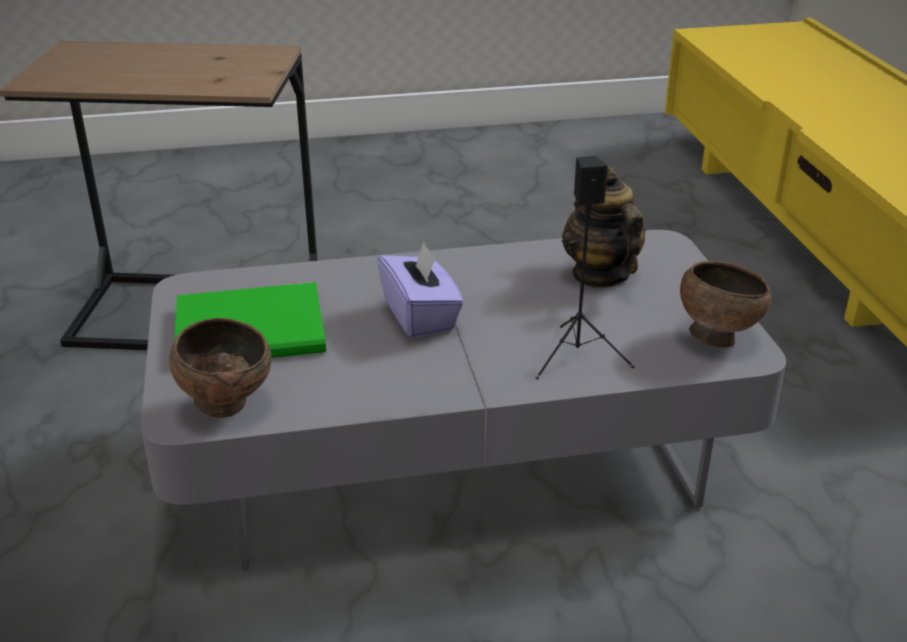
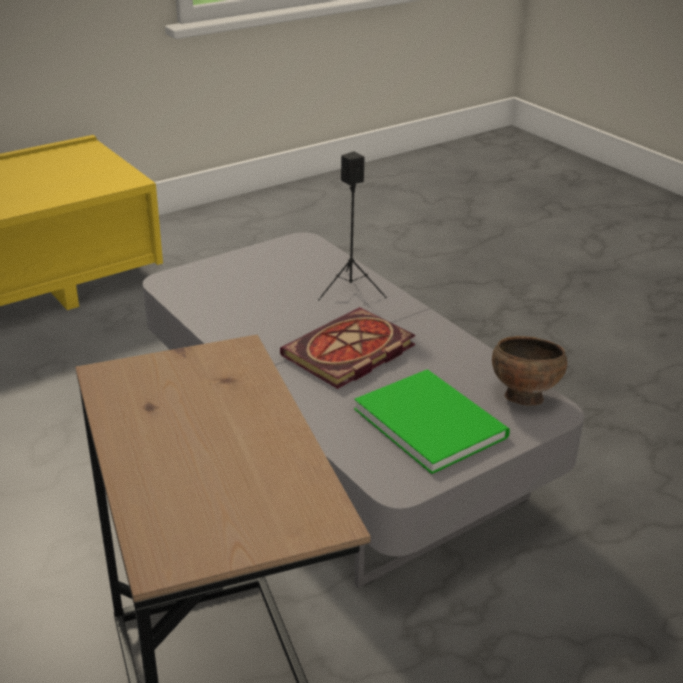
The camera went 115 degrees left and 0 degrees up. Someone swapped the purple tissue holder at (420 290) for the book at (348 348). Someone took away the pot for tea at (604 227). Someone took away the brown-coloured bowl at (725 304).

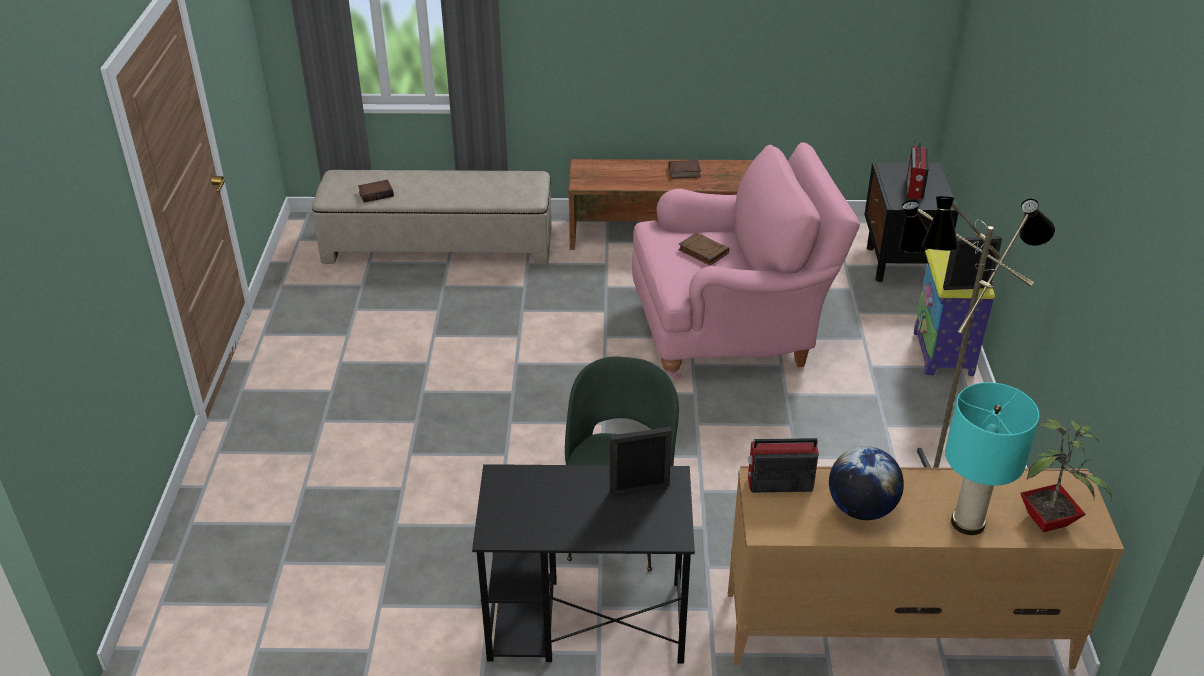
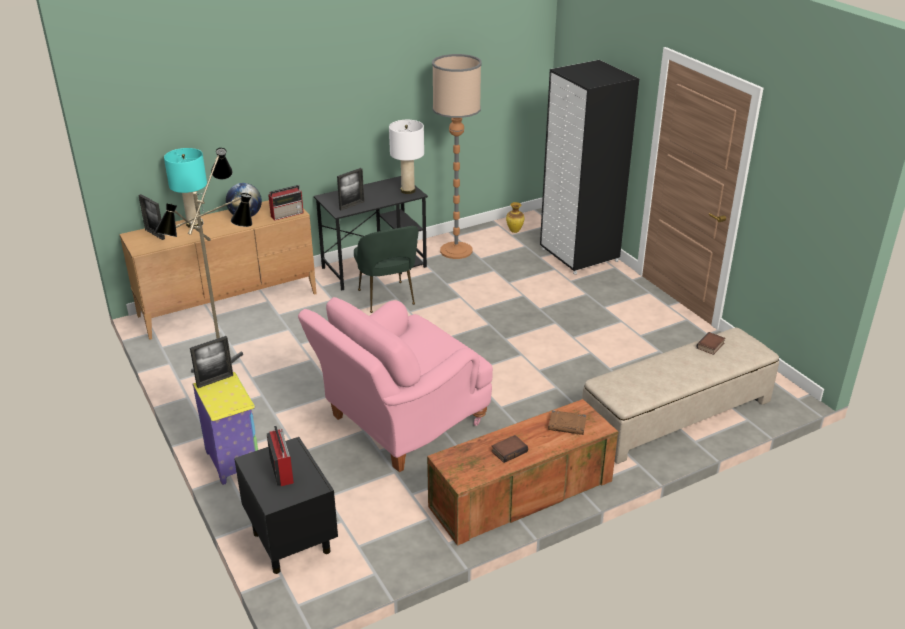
The camera went 150 degrees right and 5 degrees down. Someone carried the brown-coloured book from (703 249) to (567 422). Someone swapped the houseplant at (1066 475) for the picture frame at (151 217). Someone put down the whitish lamp for a table at (406 157). Someone put down the floor lamp at (457 156). Someone put down the flower vase at (515 217). Someone put down the armoire at (589 167).

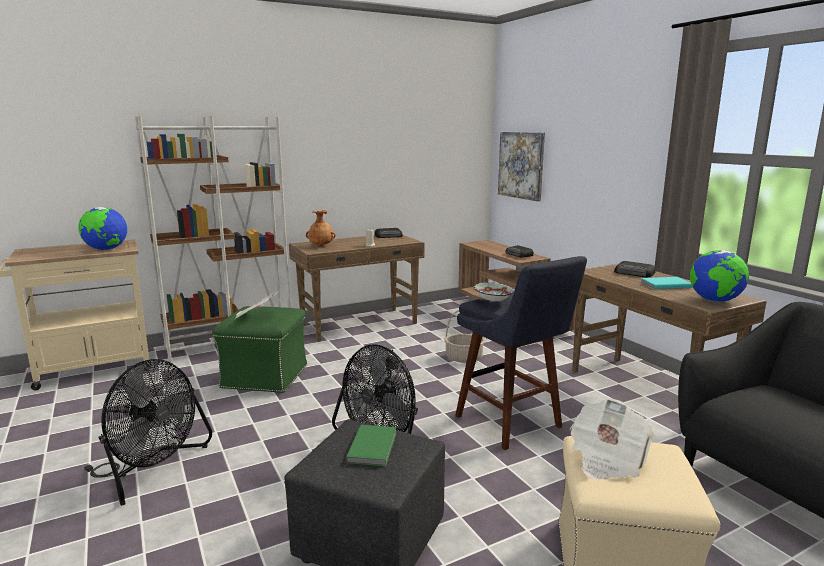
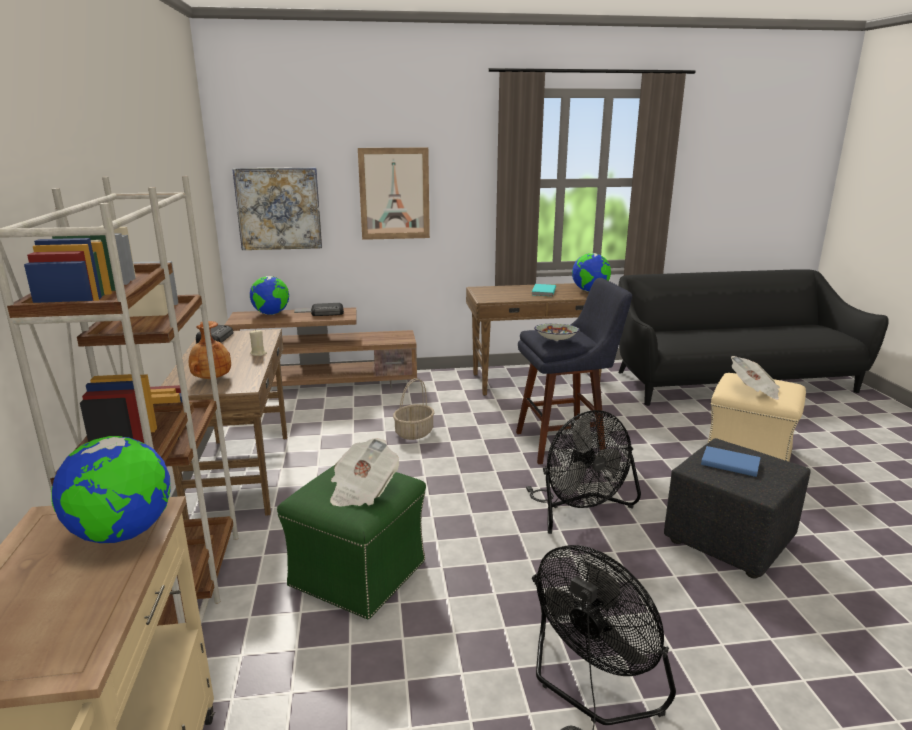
The camera went 70 degrees left and 5 degrees up. Someone repainted the greenish book at (371 446), which became the blue book at (731 461). Someone took away the radio set at (635 269). Someone put down the desk globe at (269 295). Someone put up the wall picture at (394 194).

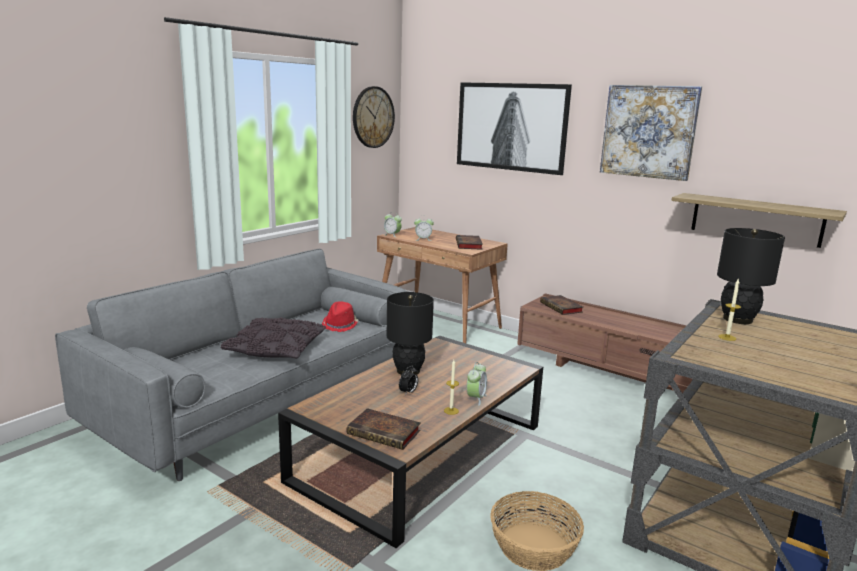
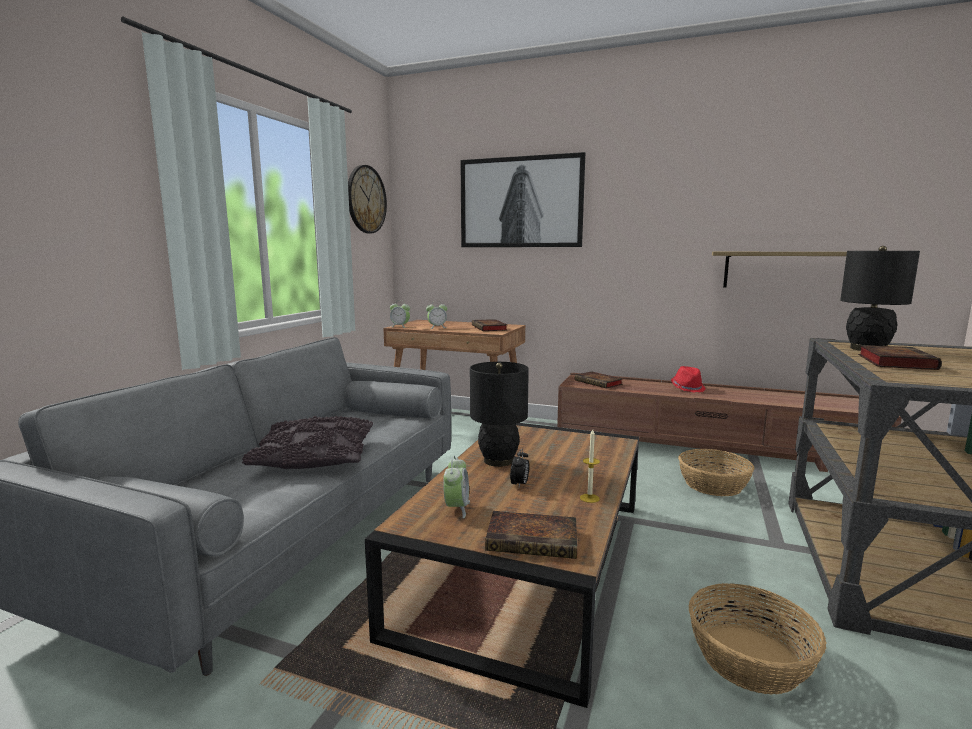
The camera went 15 degrees left and 5 degrees down. Someone carried the red hat from (340 316) to (688 379). Someone carried the bedside clock from (477 384) to (456 487). Someone took away the wall picture at (651 133). Someone swapped the candle at (729 309) for the book at (900 357). Someone put down the storage basket at (716 472).

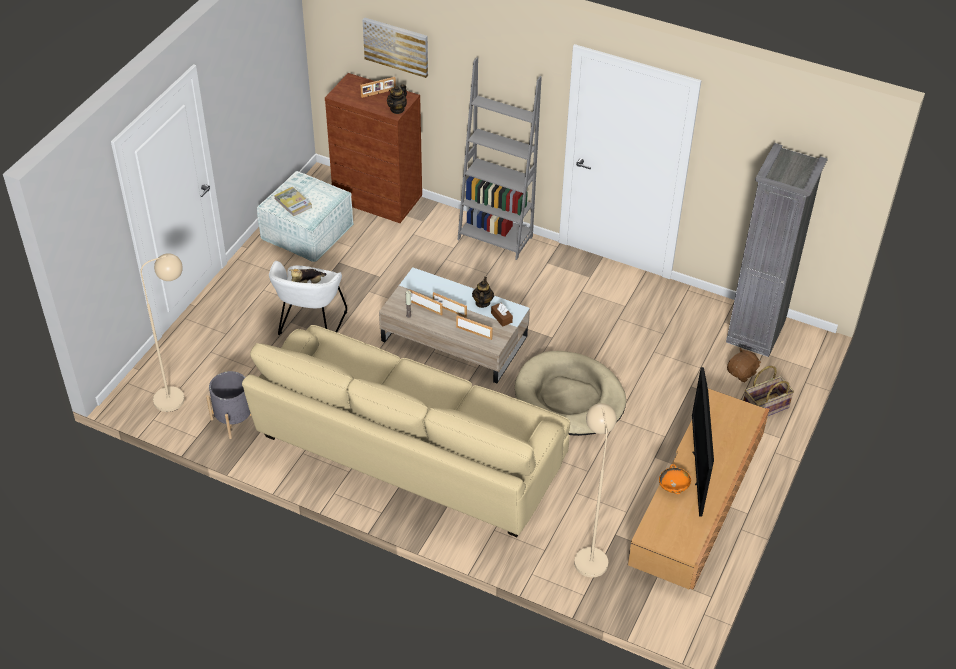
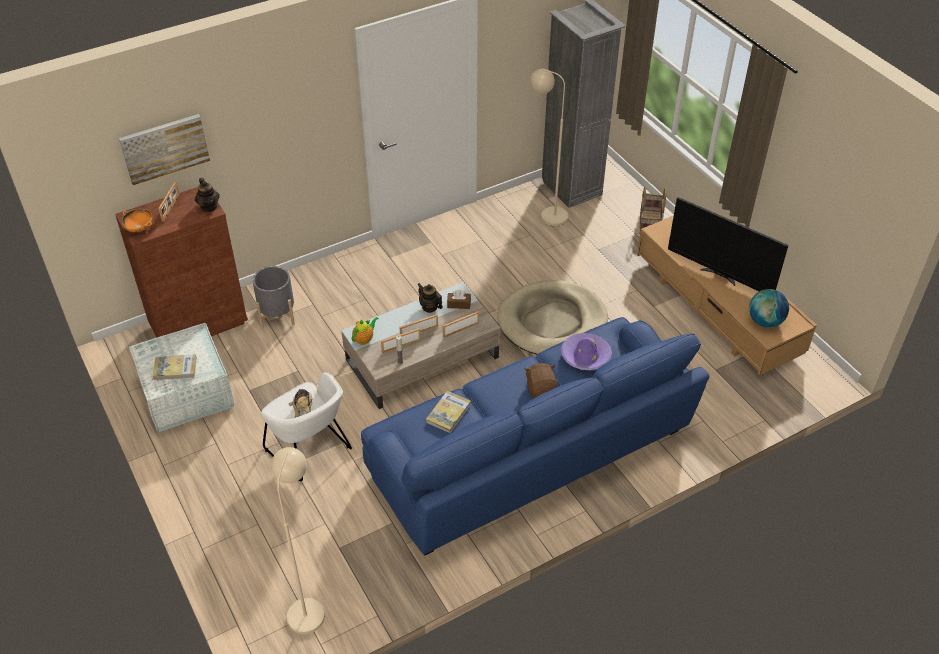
The camera went 55 degrees left and 0 degrees up. Someone carried the grey plant pot from (228 405) to (273 297). Someone repainted the beige-coloured sofa at (406 431), which became the blue sofa at (535 436). Someone took away the grey bookcase at (499 158). Someone carried the beige-coloured floor lamp from (595 490) to (549 147). Someone carried the orange bowl from (675 479) to (137 220). Someone carried the brown-coloured cuddly toy from (744 365) to (541 380). Someone put down the pot for tea at (365 331). Someone put down the book at (448 412). Someone put down the purple hat at (586 351). Someone put down the desk globe at (769 308).

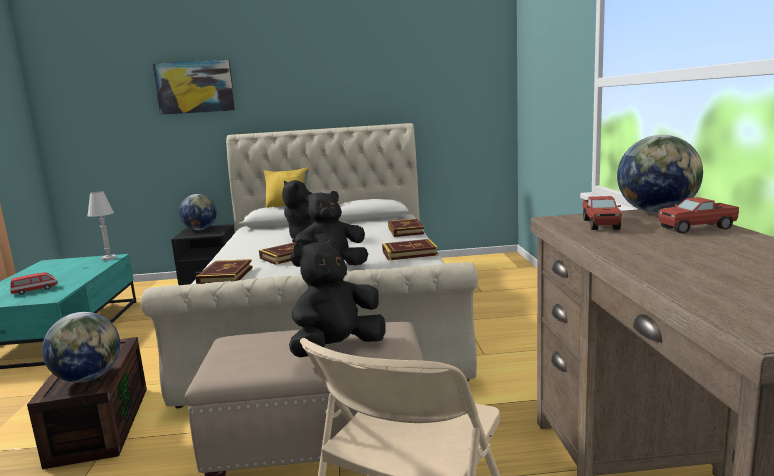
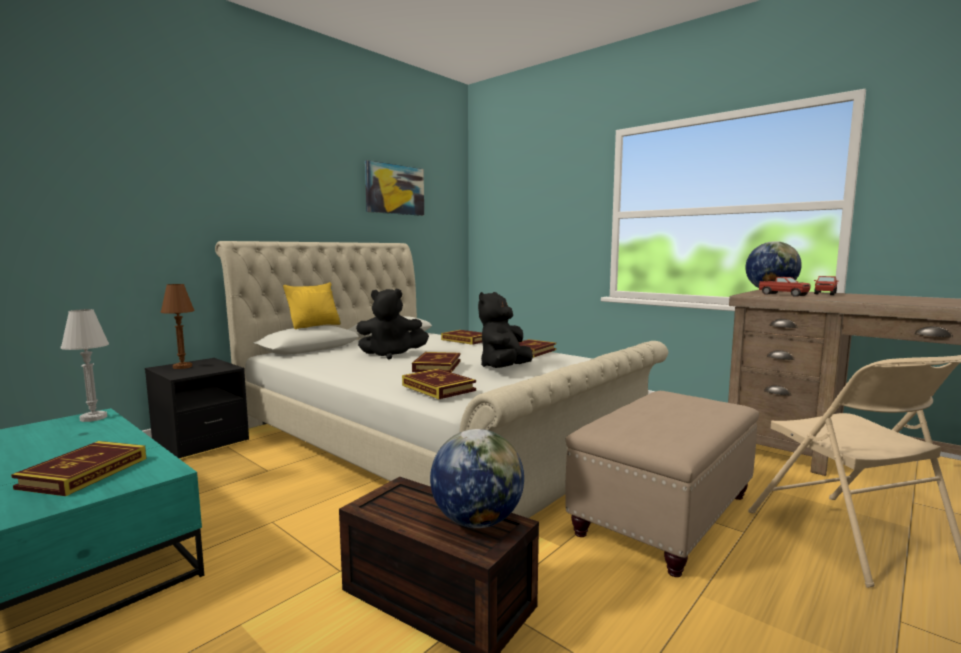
The camera went 45 degrees left and 5 degrees down. Someone swapped the toy car at (34 283) for the book at (78 468). Someone carried the wall picture from (194 87) to (394 188). Someone swapped the desk globe at (198 212) for the brown-coloured lamp for a table at (177 326). Someone took away the black-coloured cuddly toy at (337 298).

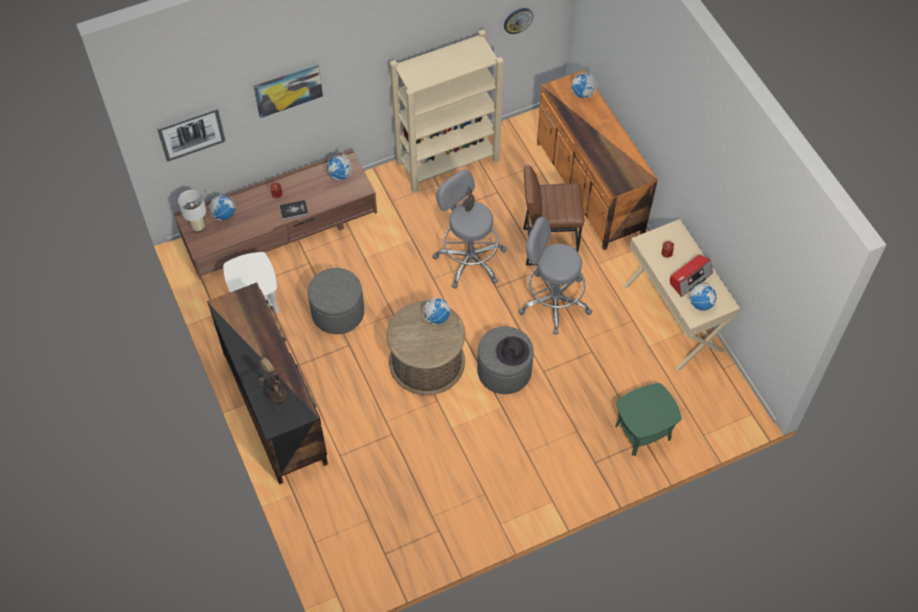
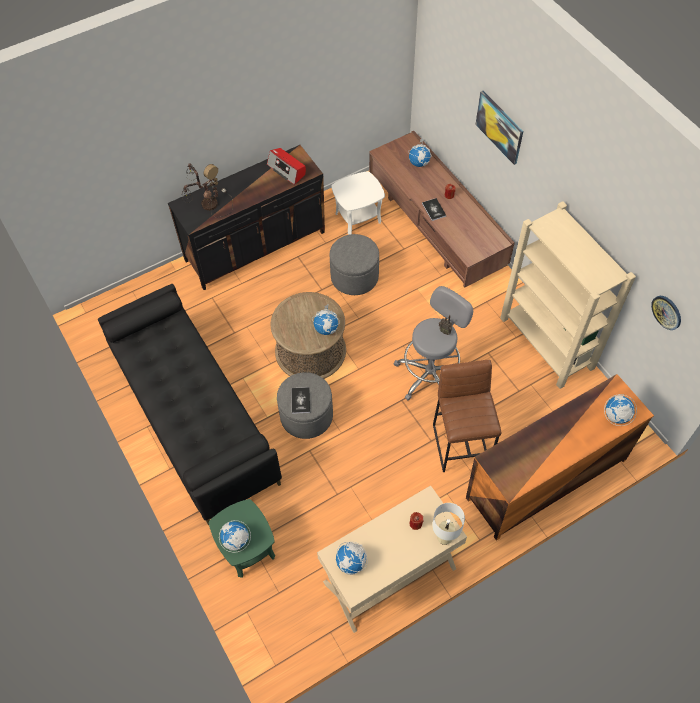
The camera went 85 degrees right and 0 degrees up. Someone took away the wall picture at (191 134). Someone carried the whitish lamp for a table from (192 211) to (448 524). Someone carried the desk globe from (339 167) to (235 536). Someone swapped the black-coloured hat at (513 351) for the book at (300 400). Someone took away the grey sitting stool at (555 276). Someone carried the radio set from (691 275) to (286 166). Someone put down the black-coloured sofa at (190 404).

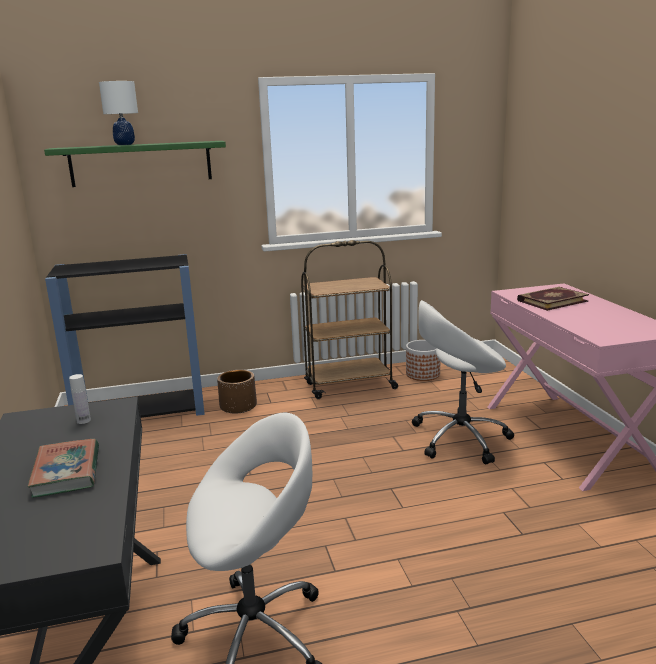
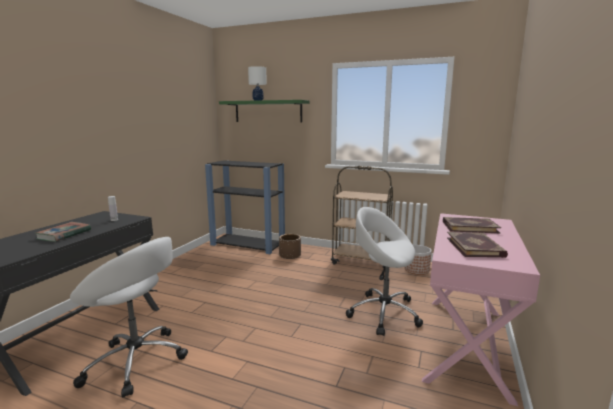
The camera went 35 degrees right and 5 degrees down. Someone put down the book at (477 245).

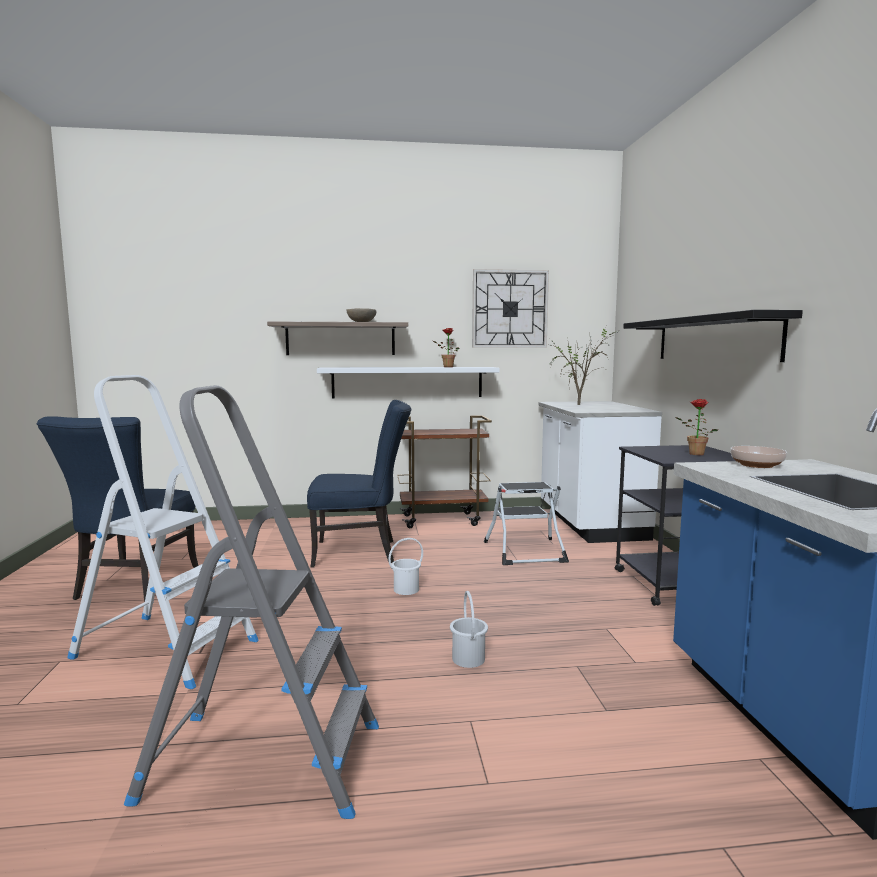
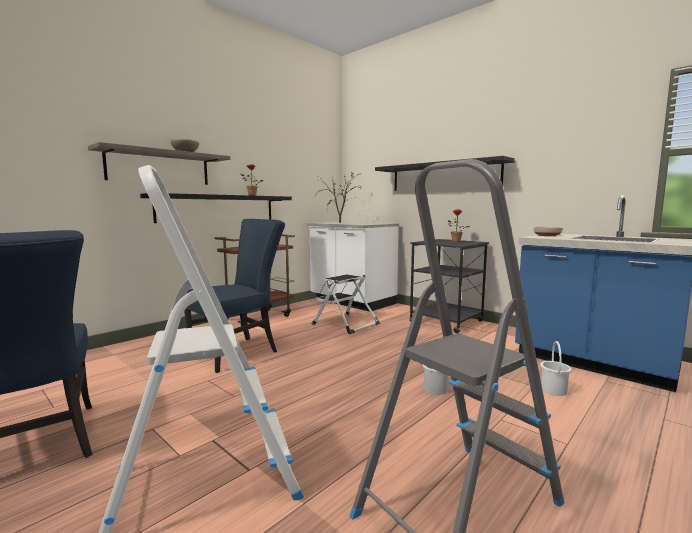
The camera went 40 degrees left and 0 degrees up. Someone repainted the whitish shelf at (408 383), which became the black-coloured shelf at (216 208). Someone carried the whitish bucket from (405 566) to (556 368). Someone took away the wall clock at (510 308).

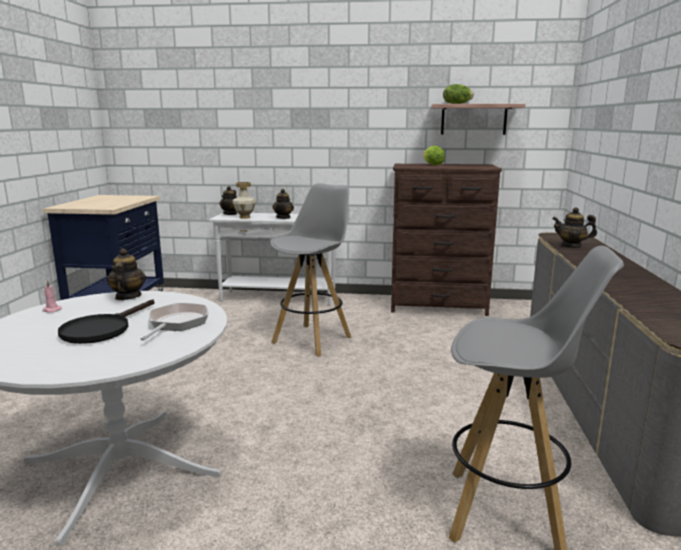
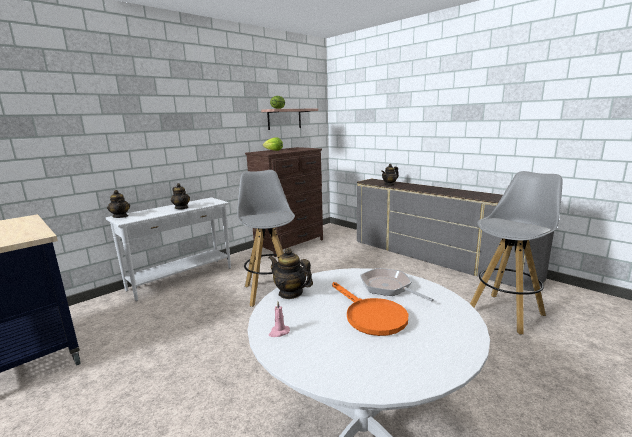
The camera went 50 degrees left and 0 degrees up. Someone repainted the black-coloured skillet at (106 321), which became the orange skillet at (370 309). Someone took away the flower vase at (244 200).

